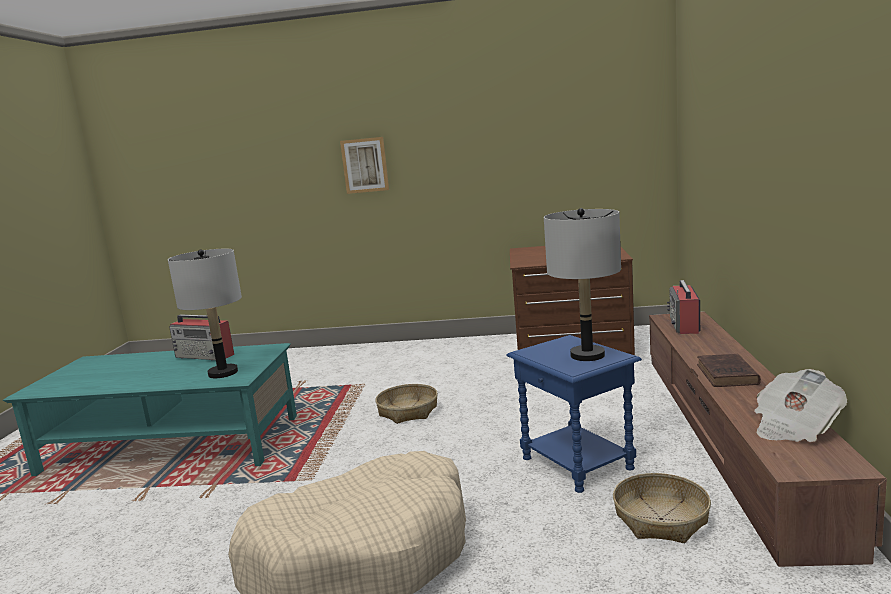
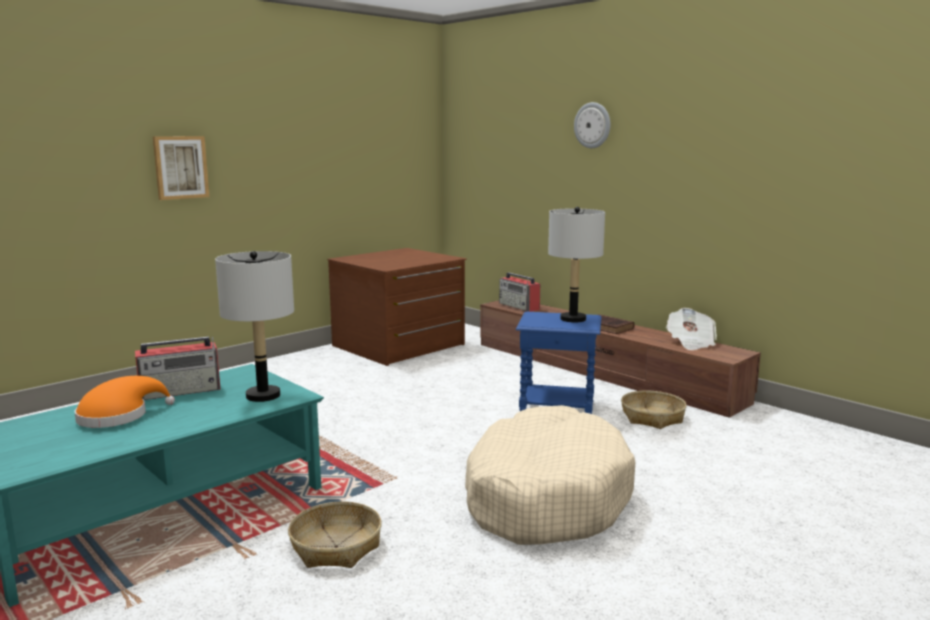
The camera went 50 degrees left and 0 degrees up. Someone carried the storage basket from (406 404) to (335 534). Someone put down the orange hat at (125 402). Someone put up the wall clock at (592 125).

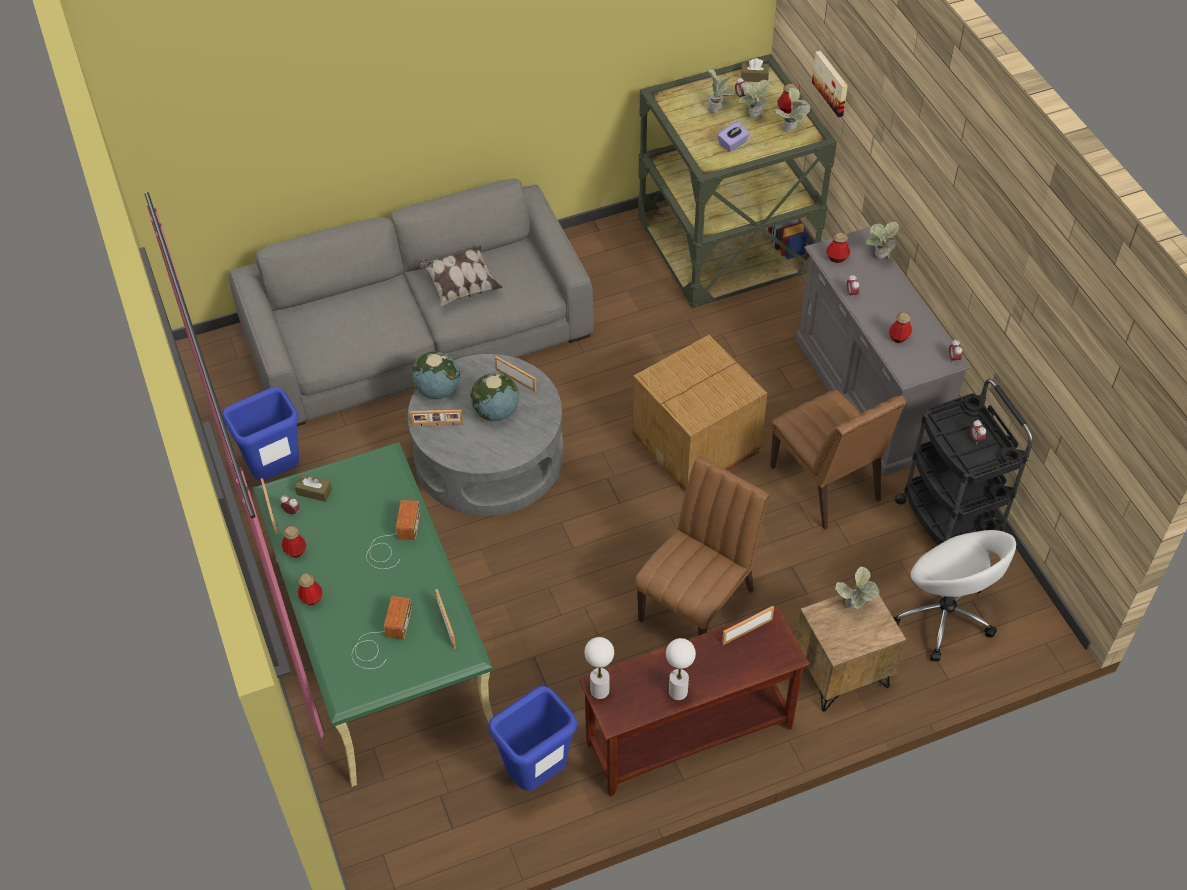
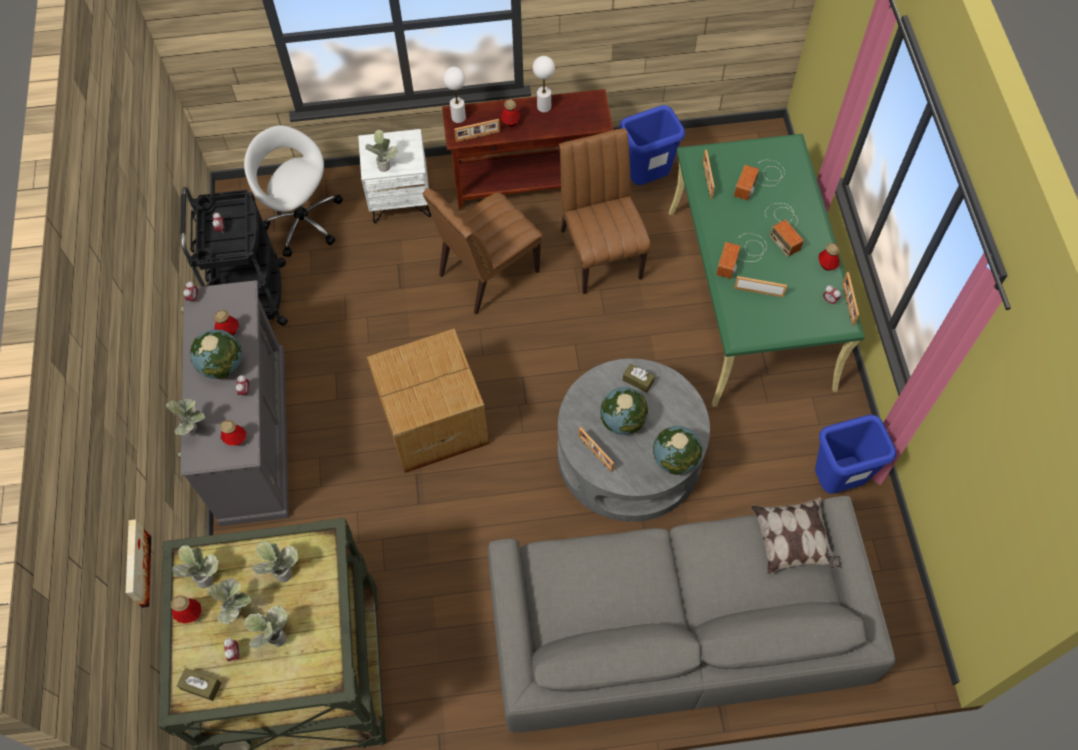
The camera went 165 degrees left and 10 degrees up. Someone carried the brown-coloured tissue holder from (313 488) to (639 378). Someone carried the beverage bottle from (310 589) to (510 113). Someone carried the picture frame from (436 418) to (760 286). Someone carried the pillow from (461 275) to (796 535). Someone carried the whitish lamp for a table from (599 668) to (454 95). Someone swapped the purple tissue holder at (734 137) for the houseplant at (275 561). Someone carried the brown-coloured upright chair from (838 460) to (604 211). Someone repainted the brown-coloured bedside table at (851 653), which became the whitish bedside table at (394 176). Someone rotated the whitish desk chair at (954 595) by 45 degrees counterclockwise. Someone put down the desk globe at (216 354). Someone put down the radio set at (784 230).

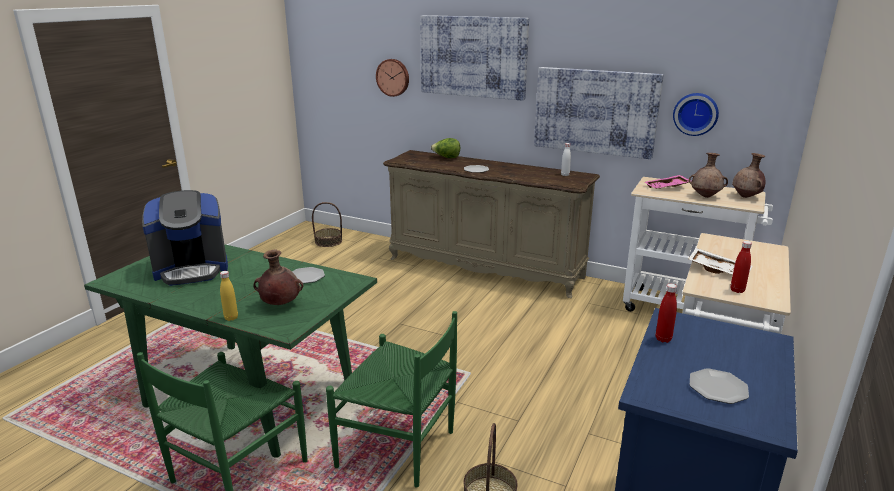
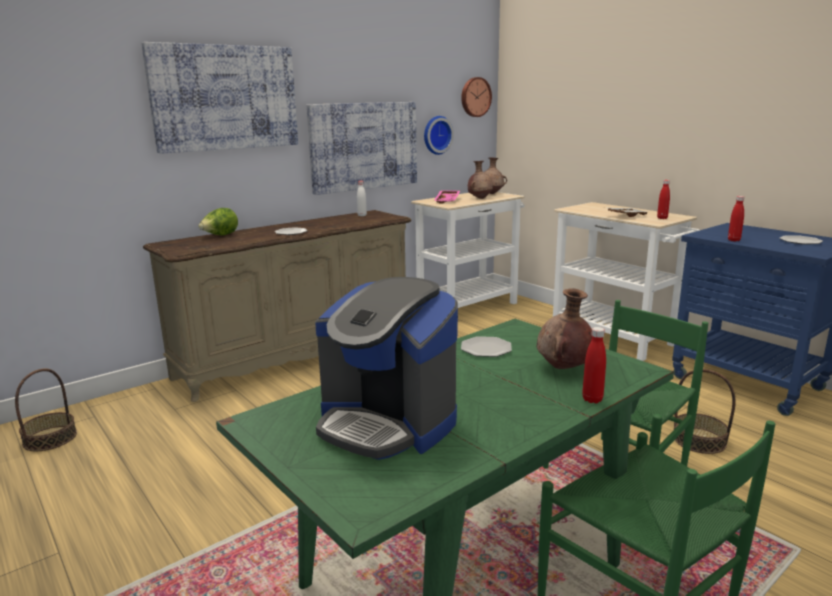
The camera went 65 degrees left and 5 degrees down. Someone rotated the coffee maker at (185 238) by 120 degrees clockwise. Someone repainted the yellowish beverage bottle at (229 296), which became the red beverage bottle at (594 365). Someone carried the wall clock from (392 78) to (476 97).

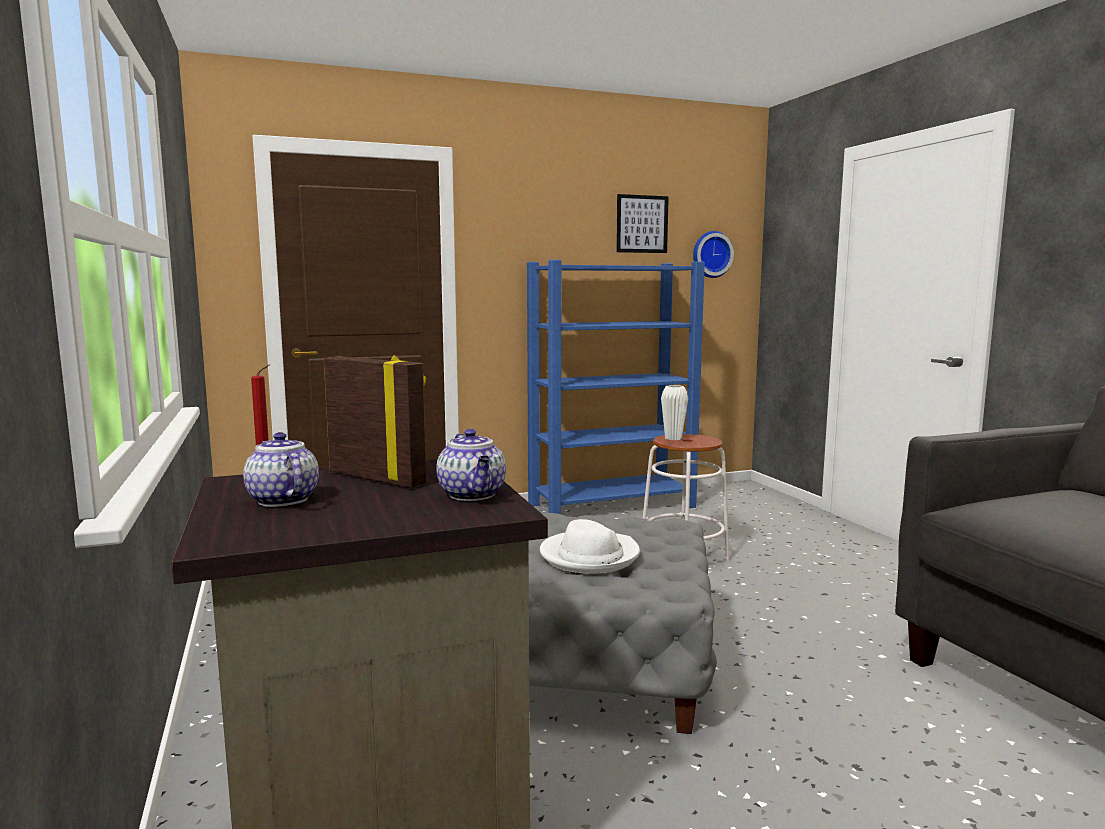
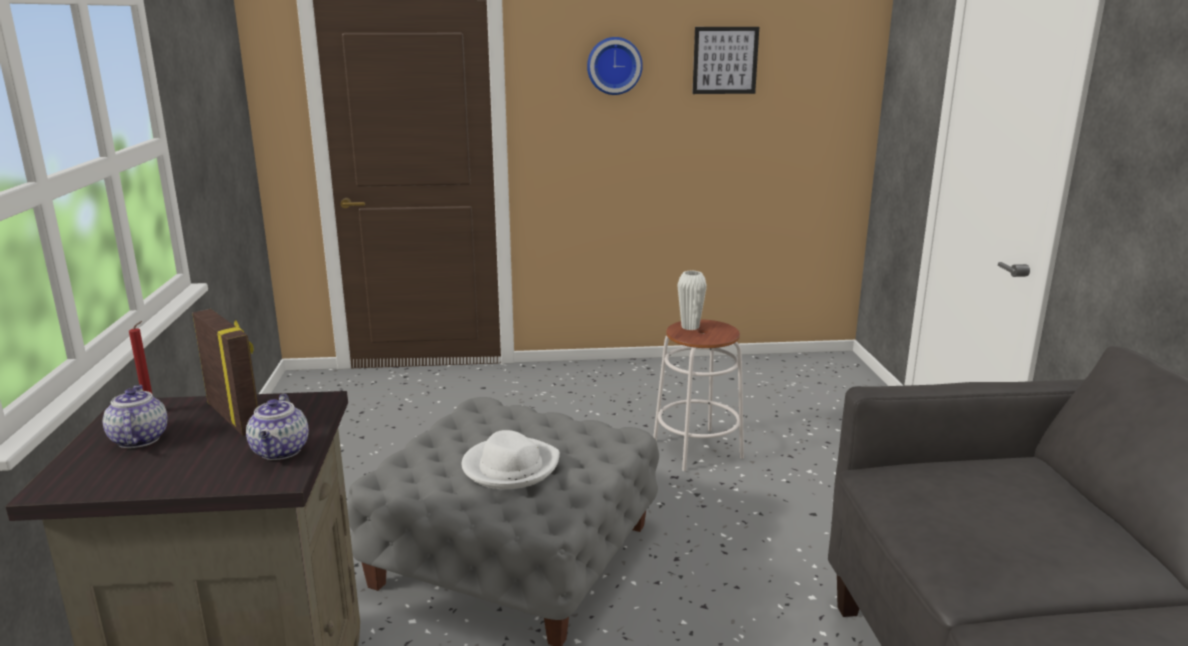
The camera went 15 degrees right and 10 degrees up. Someone took away the blue bookcase at (616 387). Someone carried the wall clock from (713 254) to (615 66).

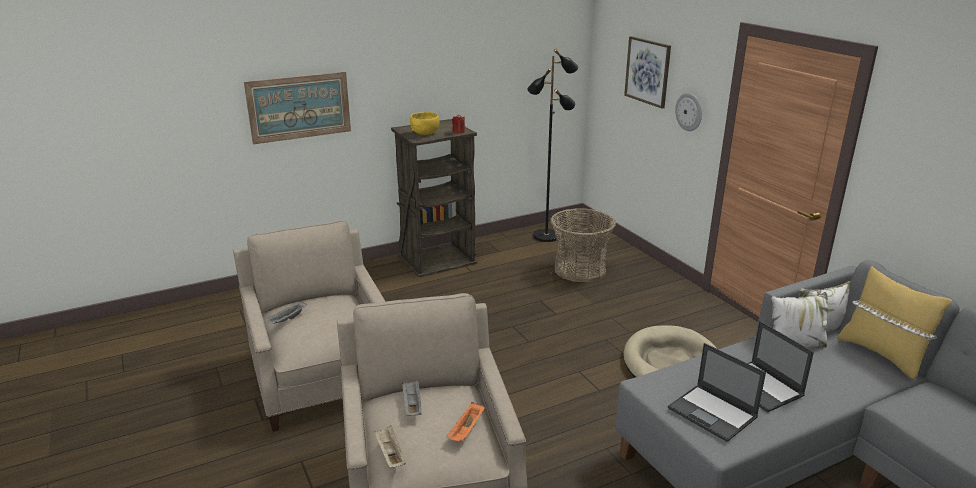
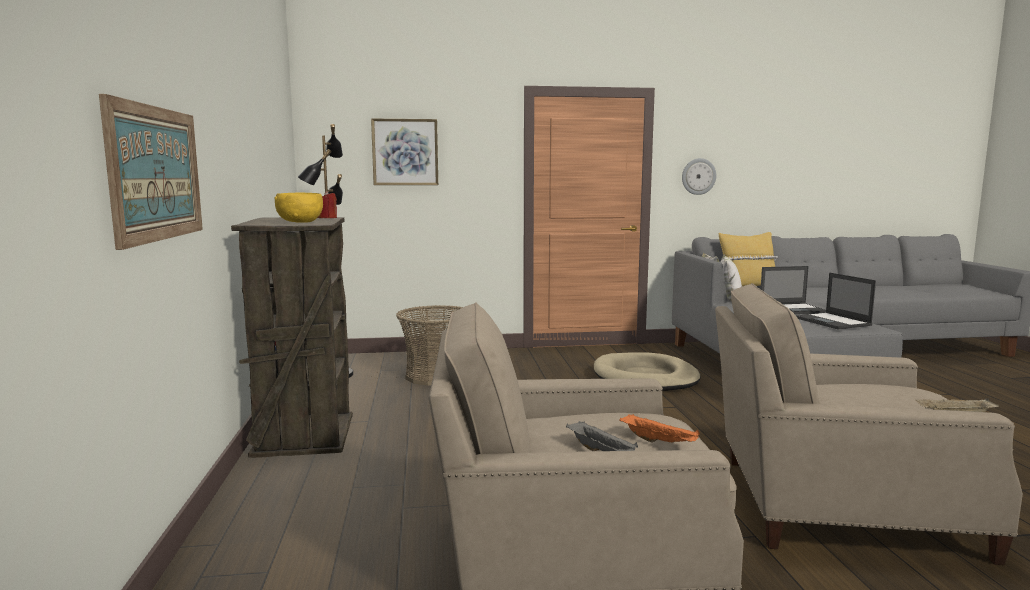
The camera went 70 degrees left and 15 degrees down. Someone took away the grey tray at (412 398). Someone carried the orange tray from (465 421) to (659 428). Someone rotated the notebook computer at (717 392) by 90 degrees clockwise. Someone carried the wall clock from (688 112) to (699 176).

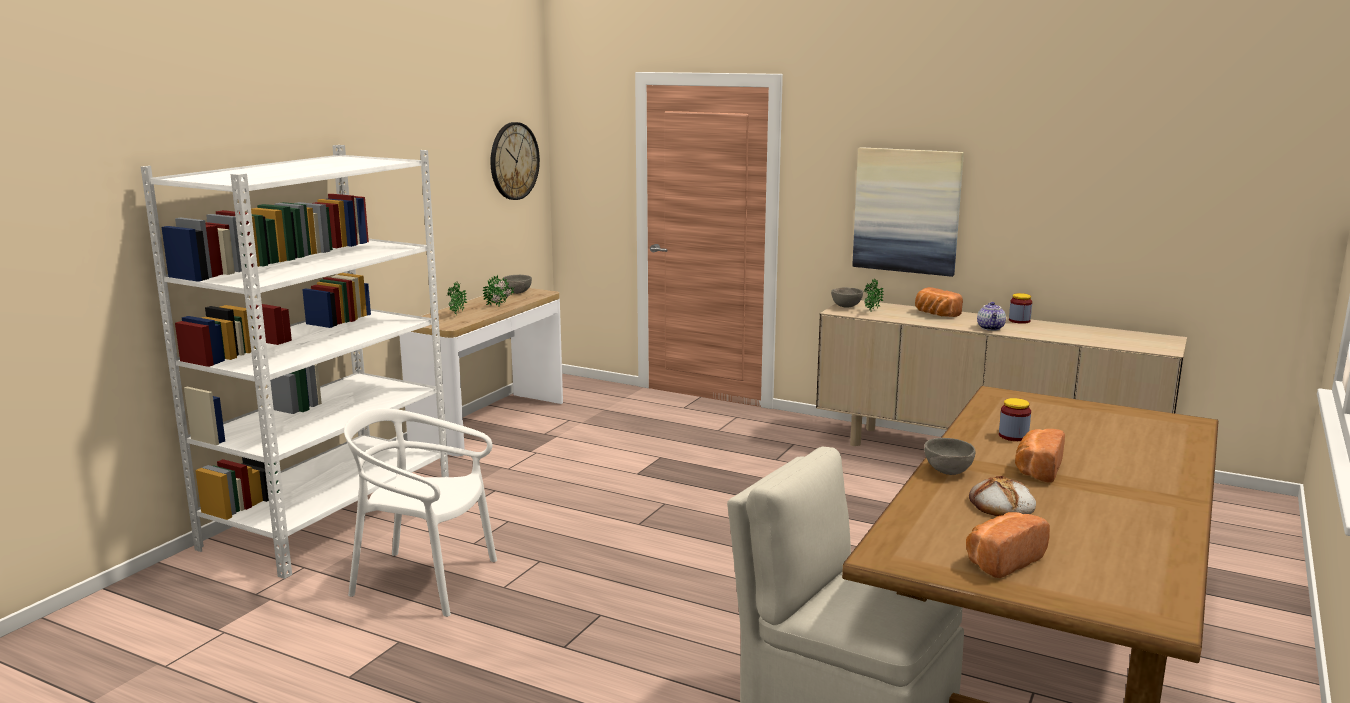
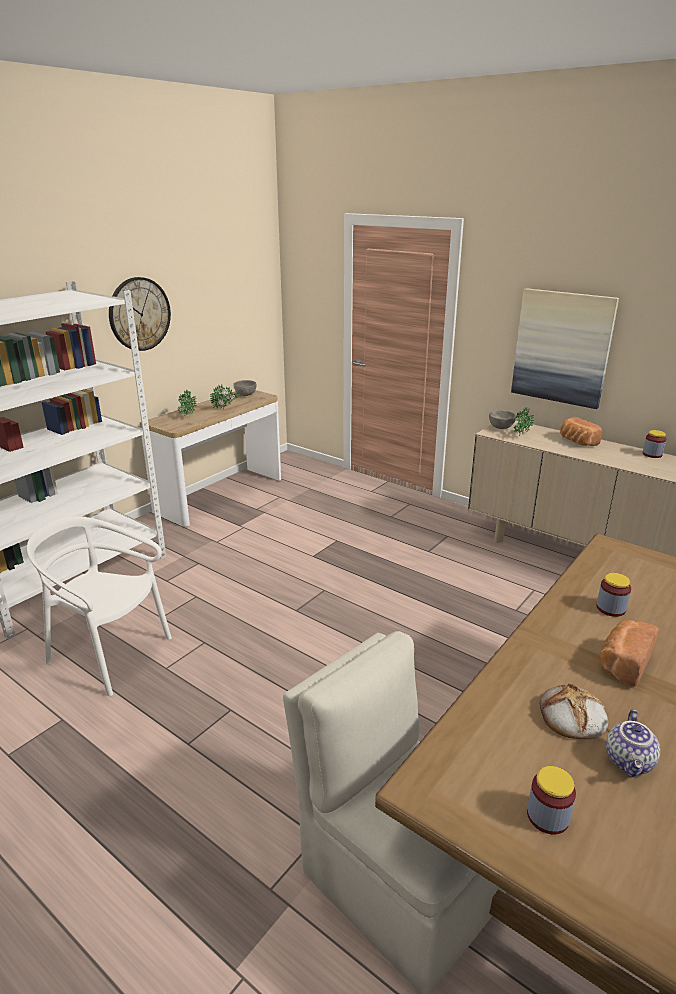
The camera went 10 degrees right and 10 degrees up. Someone carried the wall clock from (515 161) to (140 314). Someone took away the grey bowl at (949 456). Someone swapped the baked bread at (1008 545) for the jar at (551 800). Someone carried the pot for tea from (991 316) to (633 743).

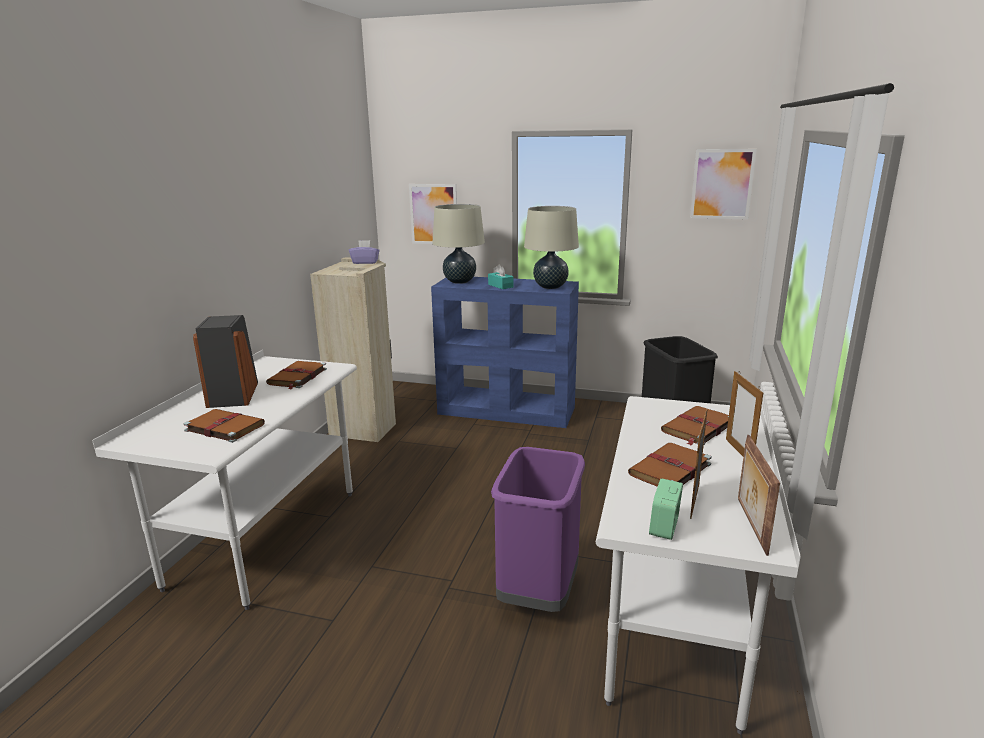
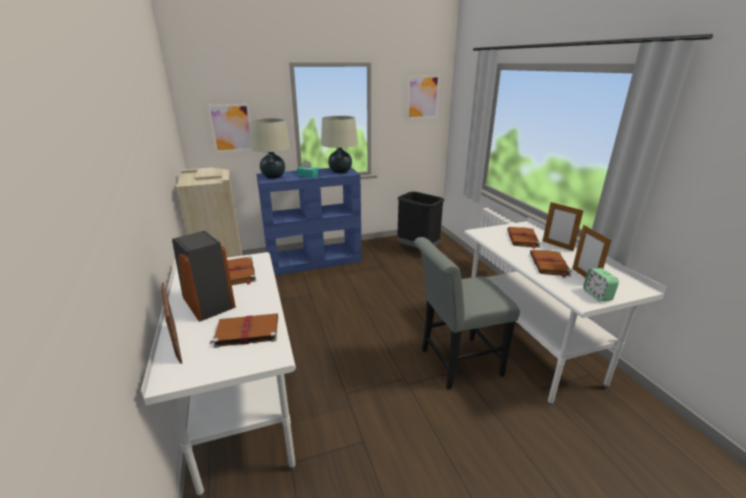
The camera went 35 degrees left and 5 degrees up. Someone took away the purple tissue holder at (364 252). Someone swapped the purple trash can at (538 529) for the grey upright chair at (467 313). Someone carried the picture frame from (759 495) to (171 323).

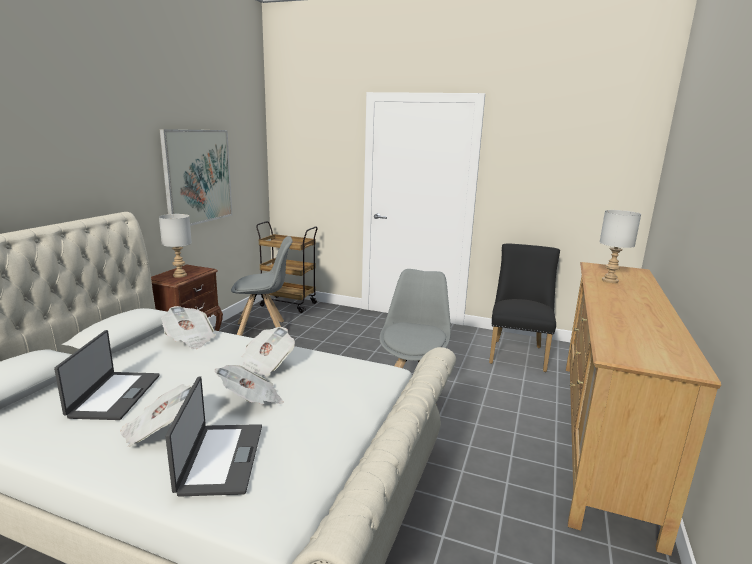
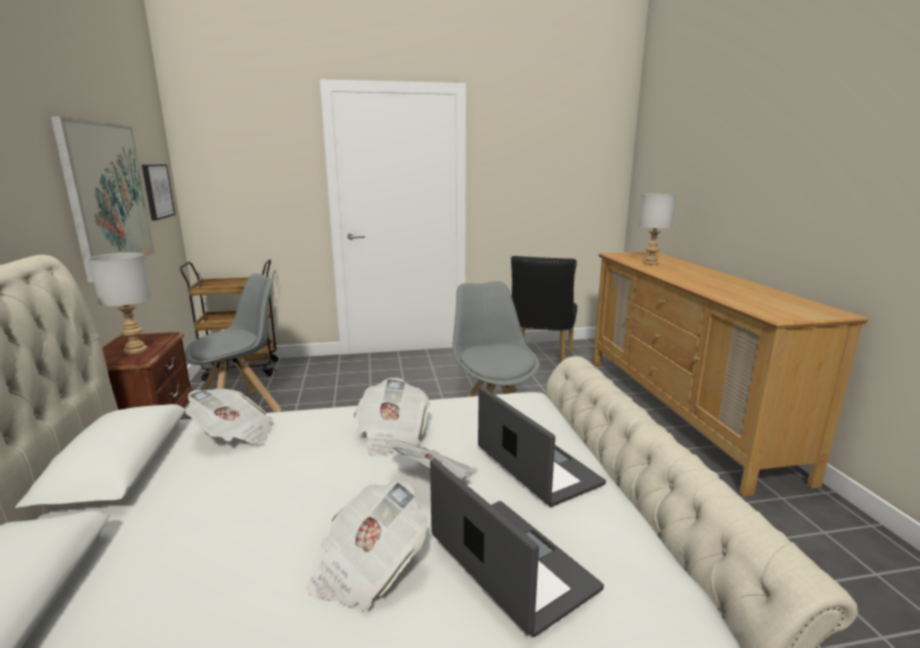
The camera went 30 degrees left and 0 degrees up. Someone carried the notebook computer from (107 375) to (542 446). Someone rotated the black-coloured upright chair at (524 308) by 150 degrees counterclockwise. Someone put up the wall picture at (158 192).

